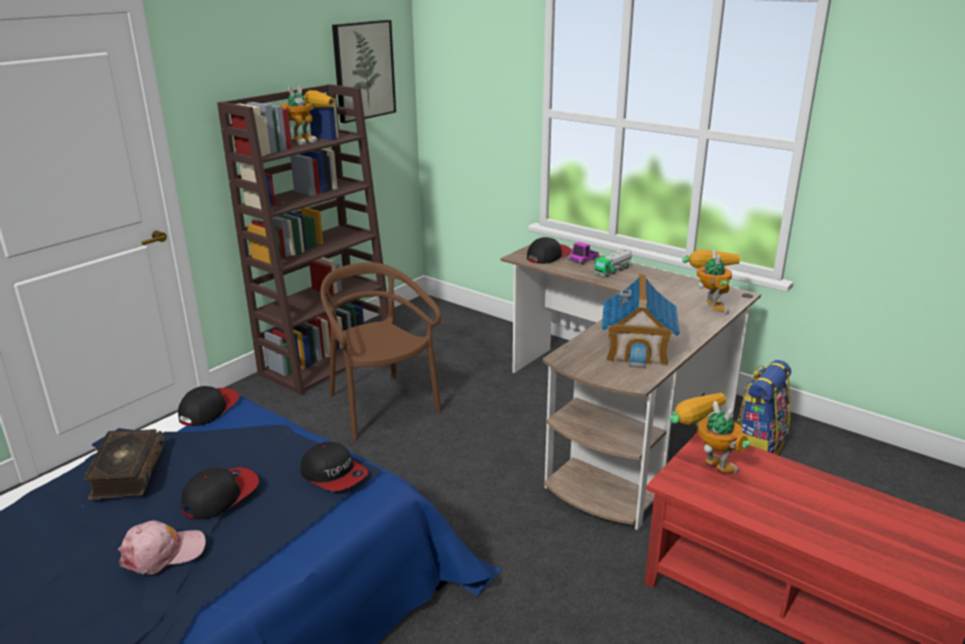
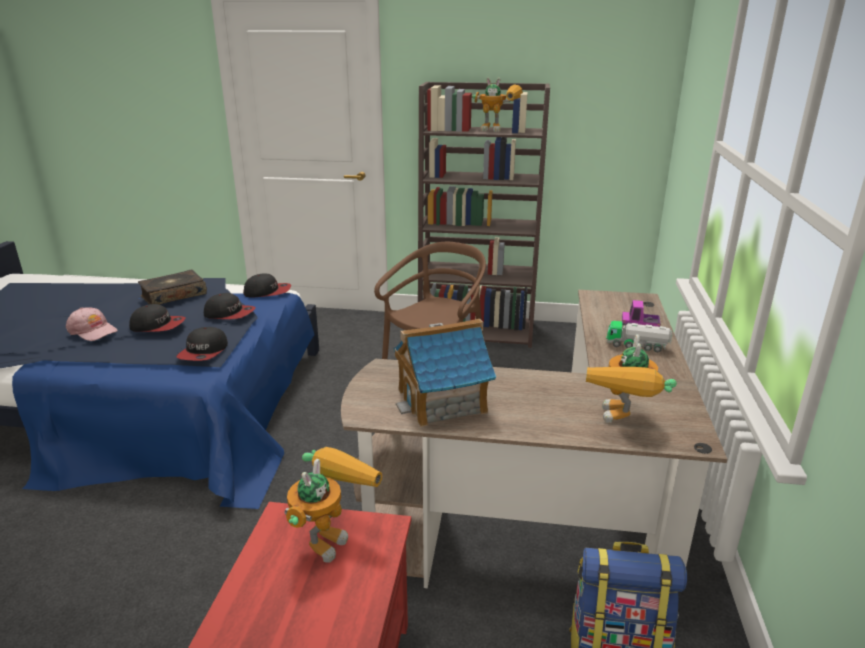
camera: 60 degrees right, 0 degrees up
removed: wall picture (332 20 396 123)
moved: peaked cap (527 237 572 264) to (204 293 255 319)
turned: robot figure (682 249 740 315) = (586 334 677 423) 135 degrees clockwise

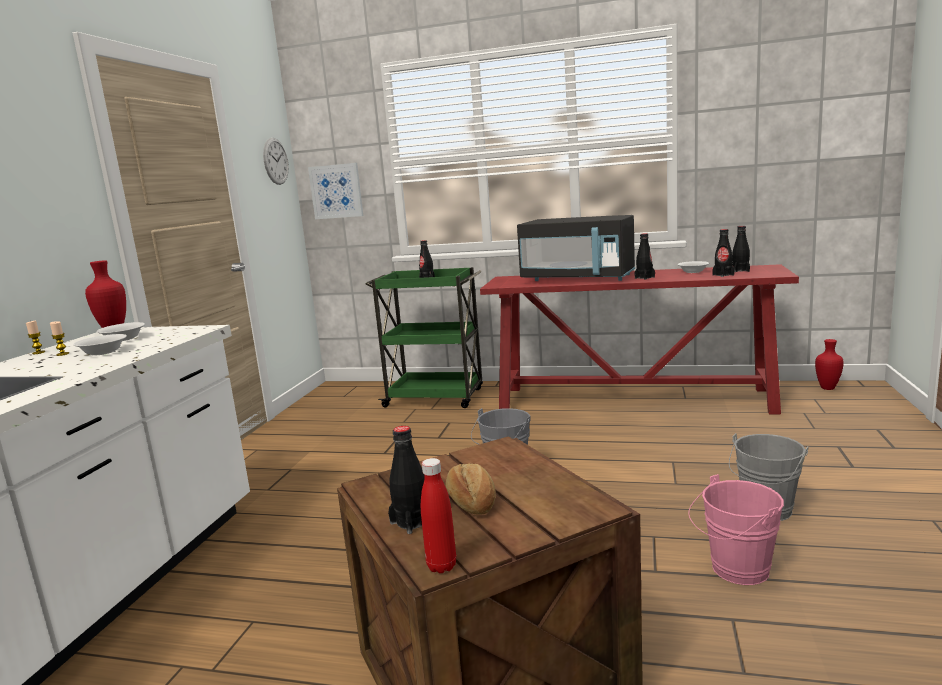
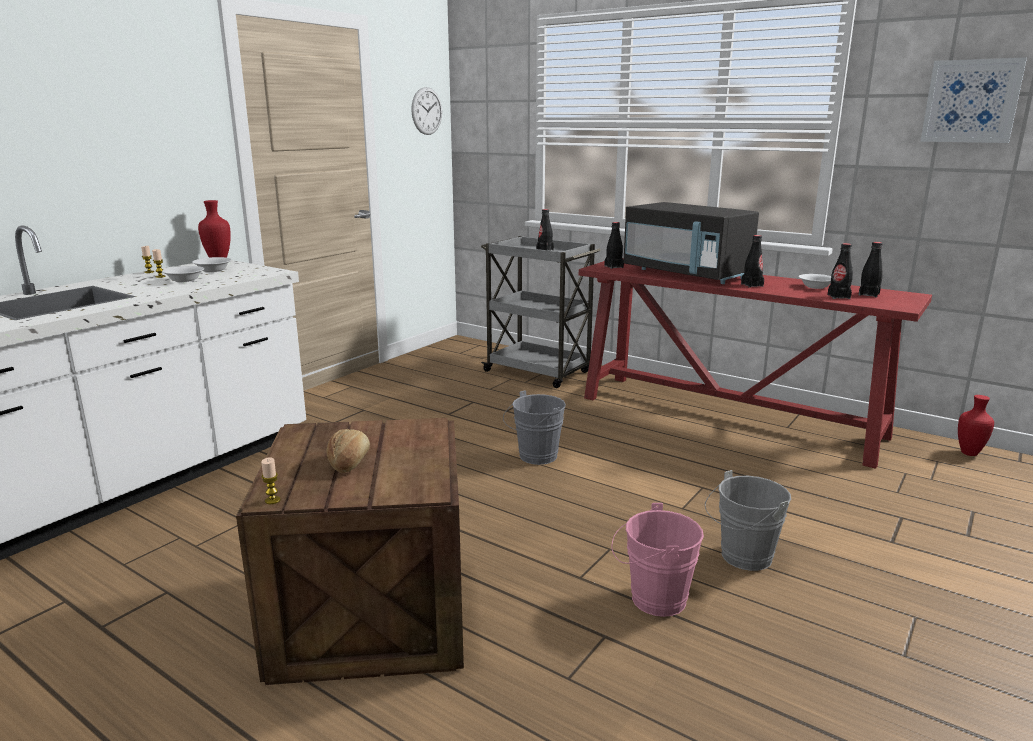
camera: 20 degrees right, 5 degrees up
moved: black-coloured drink bottle (388 426 425 534) to (604 222 624 269); wall picture (308 163 363 219) to (920 57 1027 143)
replaced: red drink bottle (421 458 456 573) to wax candle (261 457 281 504)
recoloured: green trolley (365 267 483 408) to greyish trolley (481 236 601 388)

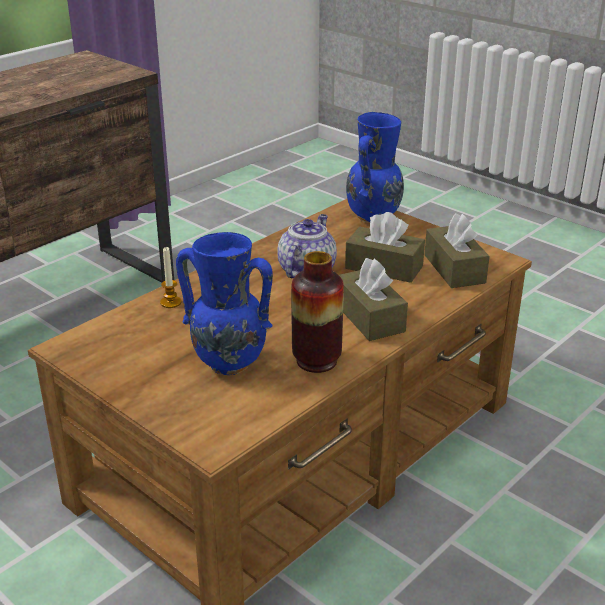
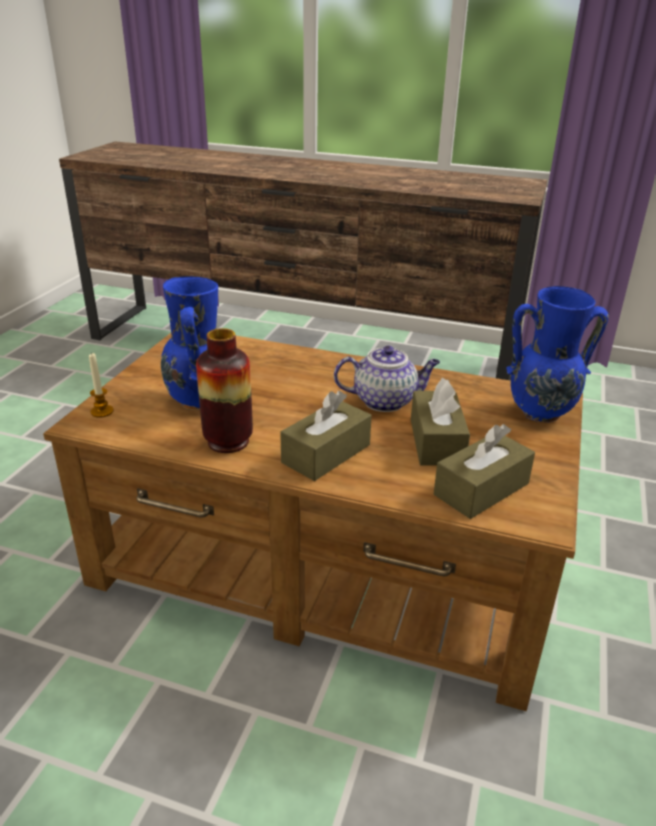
camera: 65 degrees right, 0 degrees up
moved: wax candle (160 247 182 308) to (89 353 114 418)

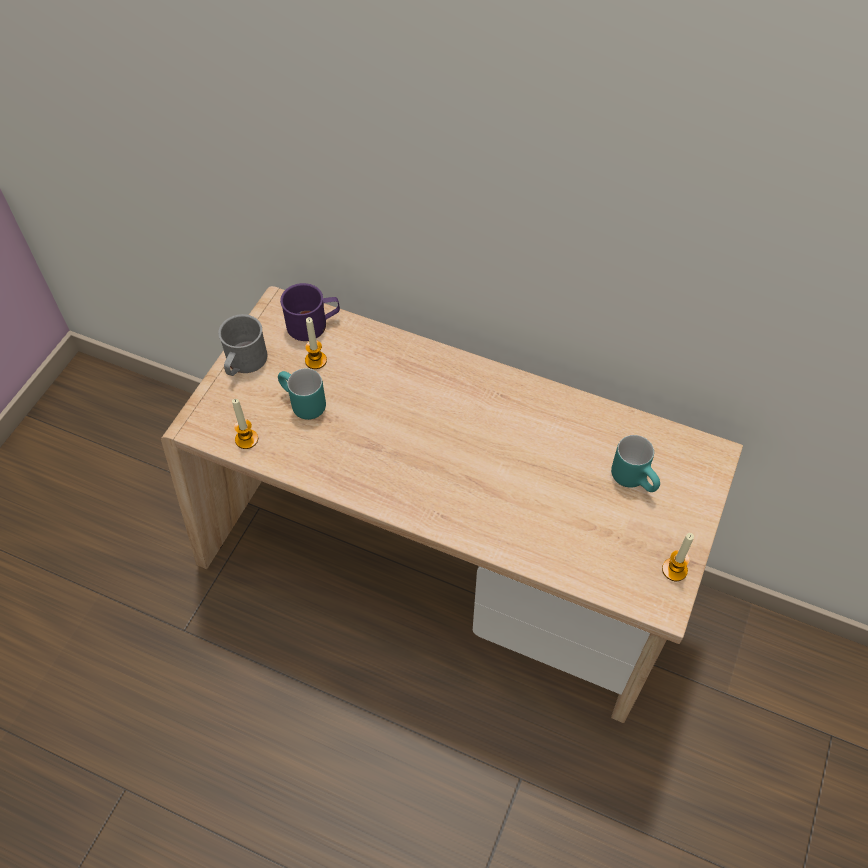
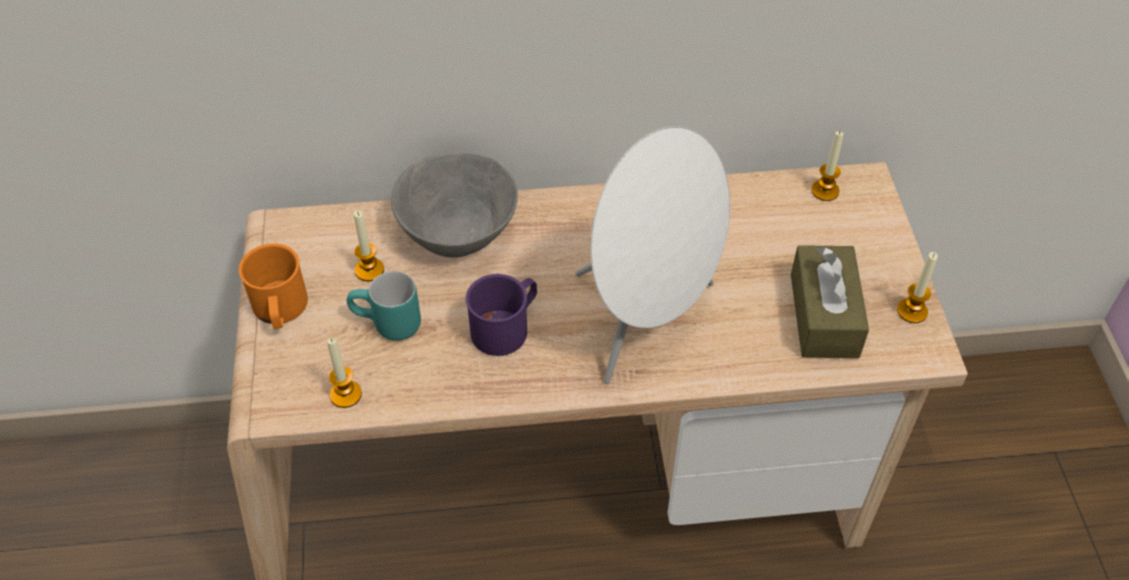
camera: 30 degrees left, 5 degrees down
removed: turquoise-coloured coffee mug (611 435 660 492)
added: greyish serving bowl (391 152 518 258); white-coloured loudspeaker (575 126 730 384); brown-coloured box of tissues (791 245 869 358); wax candle (811 131 844 201)
moved: purple-coloured coffee mug (280 283 340 341) to (466 274 537 356)
recoloured: greyish coffee mug (218 314 267 376) to orangey coffee mug (239 243 308 329)

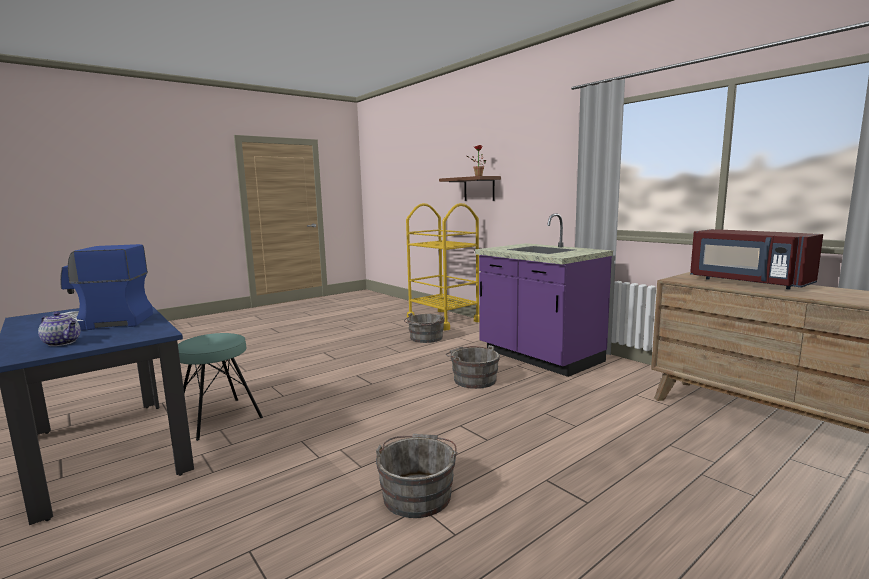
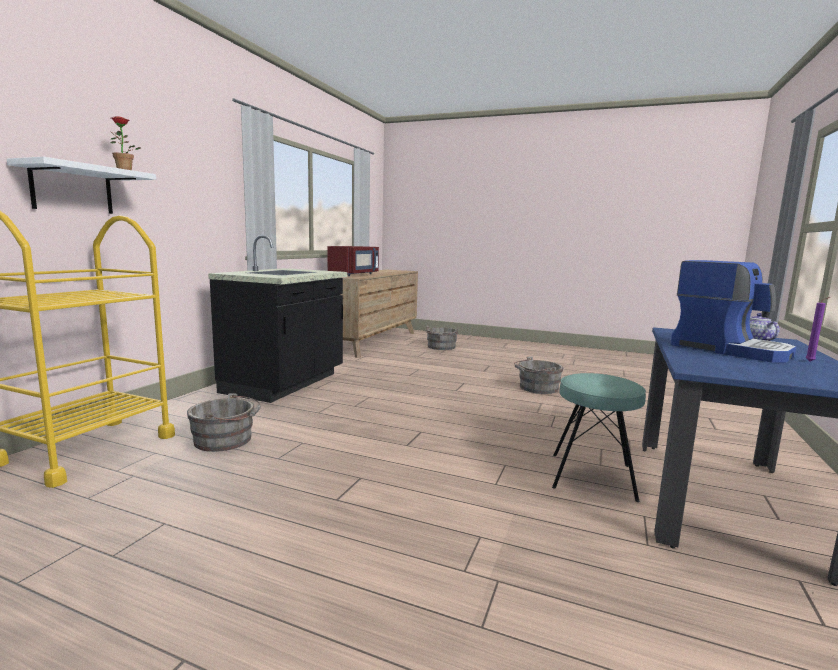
camera: 120 degrees left, 0 degrees up
added: purple-coloured wax candle (805 297 830 361)
moved: greyish bucket (446 345 500 389) to (425 326 458 350)
recoloured: brown-coloured wall shelf (439 176 501 201) to white-coloured wall shelf (7 157 156 214); purple-coloured kitchen counter (475 213 613 377) to black-coloured kitchen counter (208 235 347 403)

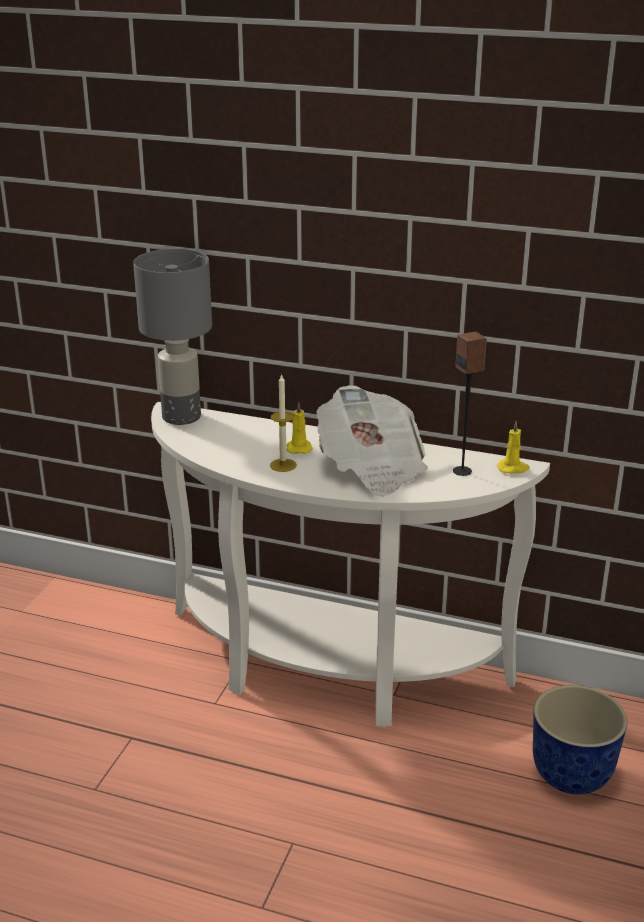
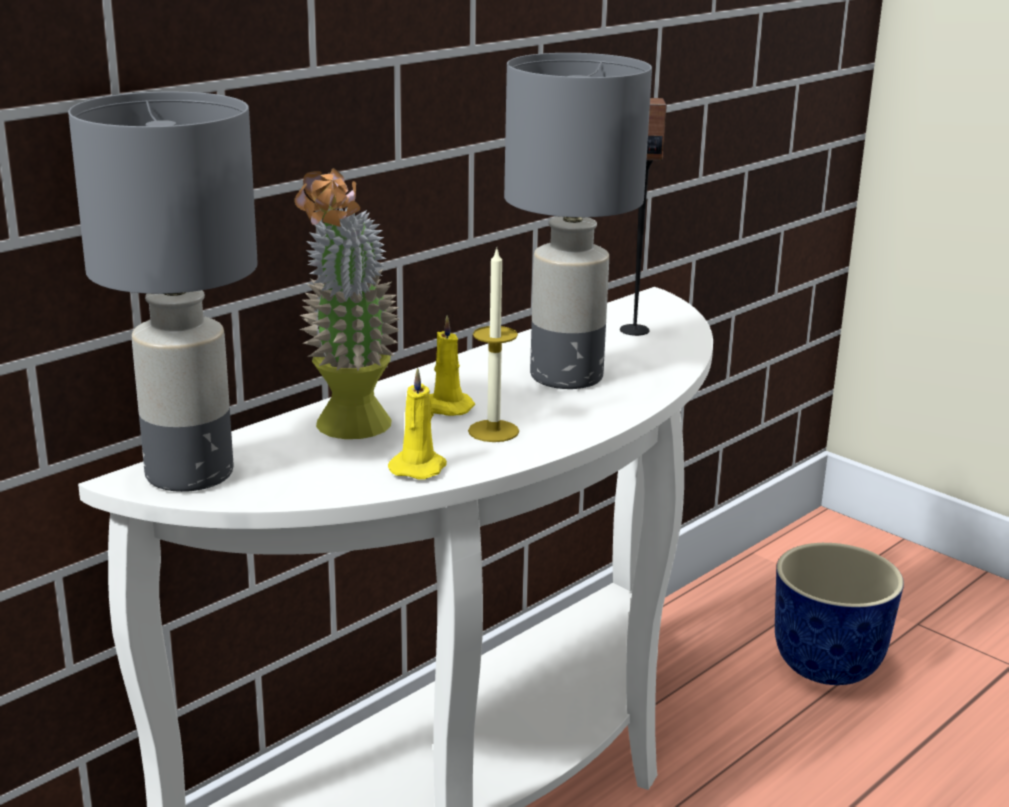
camera: 65 degrees left, 5 degrees down
added: houseplant (295 168 400 439)
moved: yellow-coloured wax candle (497 420 529 474) to (388 368 447 479)
replaced: newspaper (316 385 428 497) to greyish tabletop lamp (504 53 652 389)

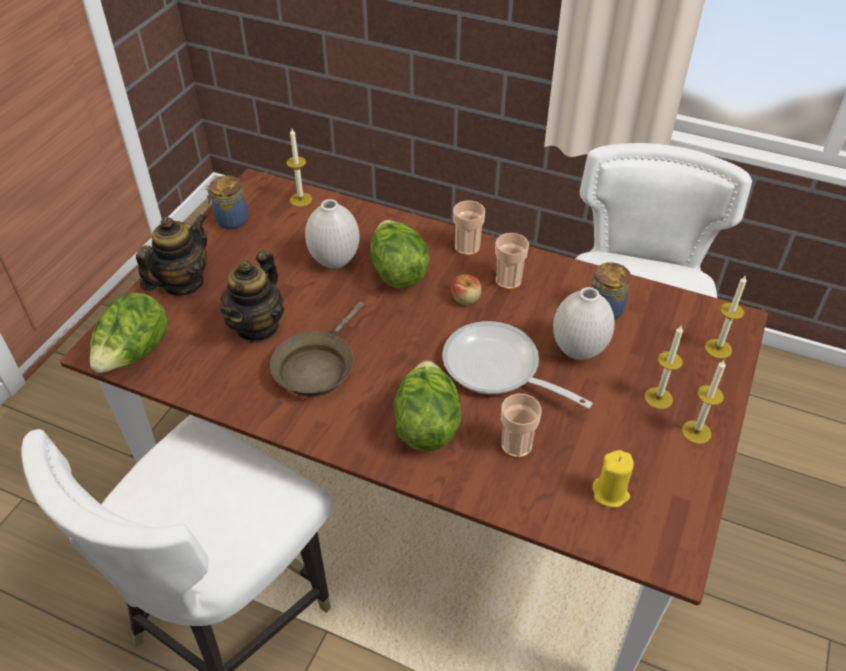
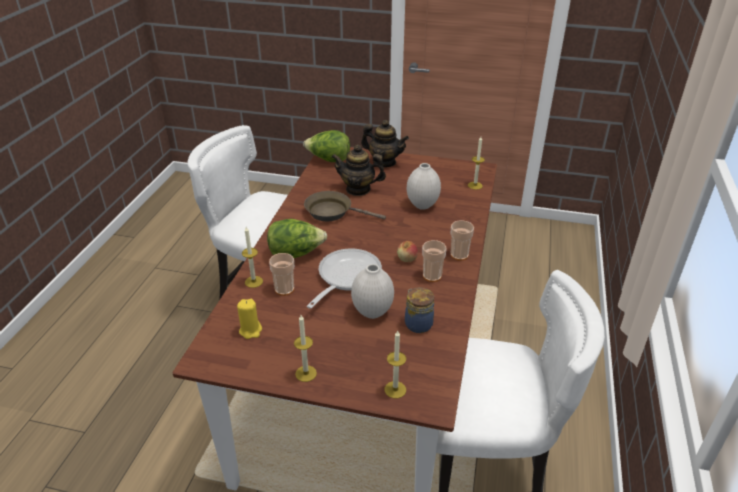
camera: 80 degrees right, 10 degrees down
removed: storage jar (205 175 248 230); head of lettuce (370 220 430 288)
moved: wax candle (644 325 683 409) to (242 227 263 288)

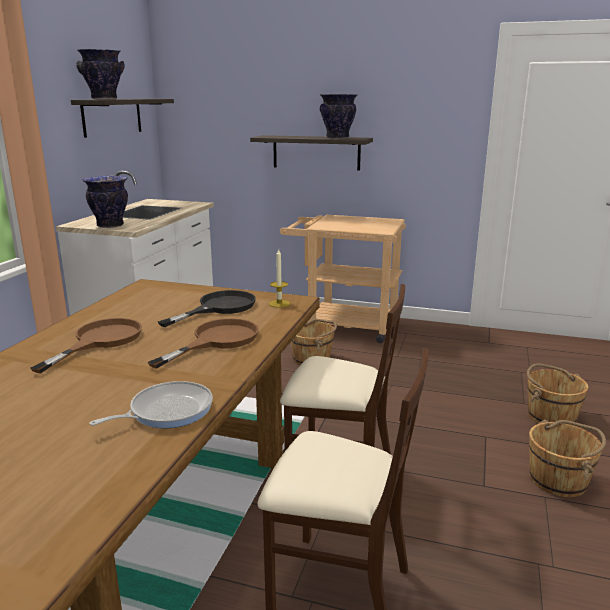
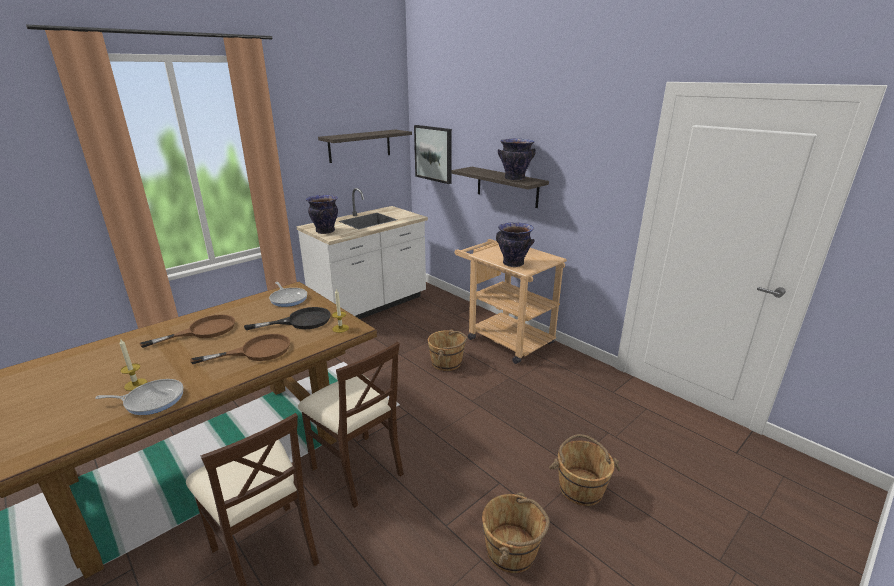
camera: 30 degrees right, 5 degrees up
added: wax candle (119 338 147 391); skillet (269 282 307 307); wall picture (414 125 452 184)
moved: decorative vase (76 49 125 99) to (496 222 535 267)

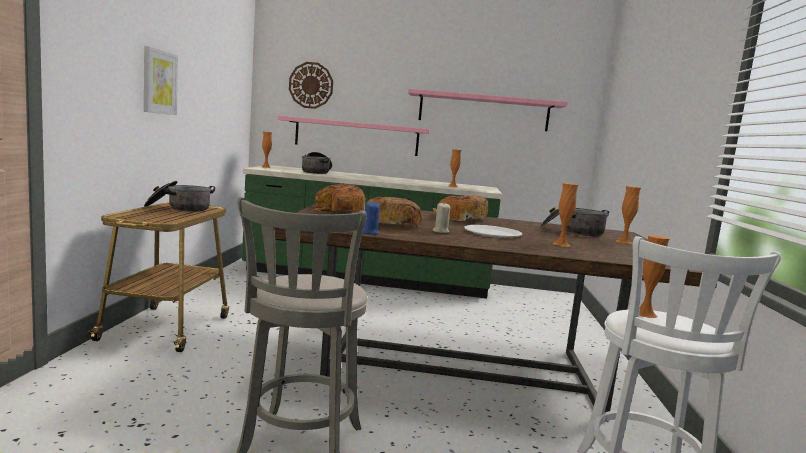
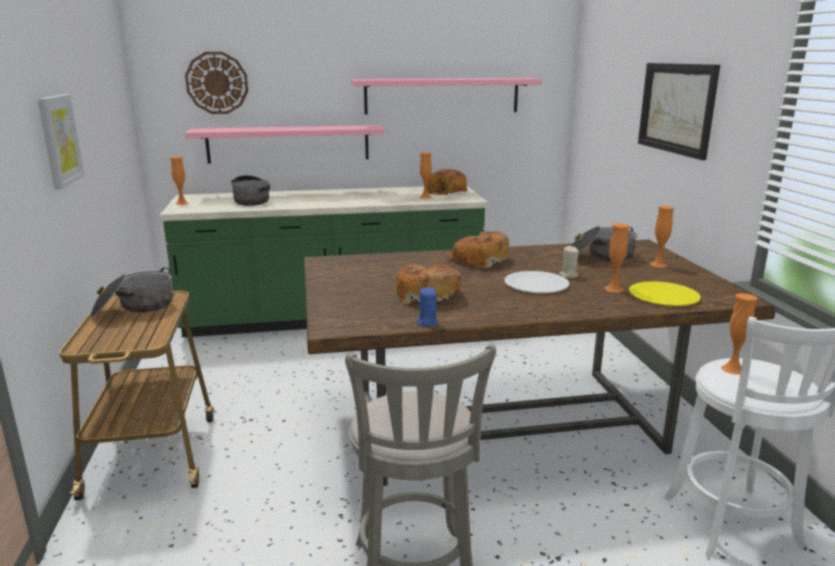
camera: 15 degrees left, 10 degrees up
added: yellow-coloured plate (629 281 701 306); wall picture (638 63 720 160)
moved: baked bread (313 184 365 213) to (427 169 467 195); beige wax candle (433 203 450 233) to (559 246 579 278)

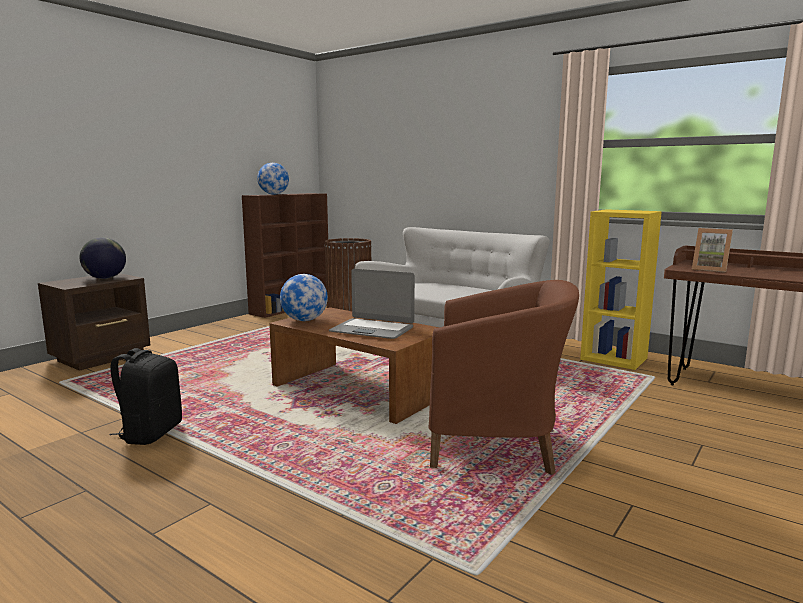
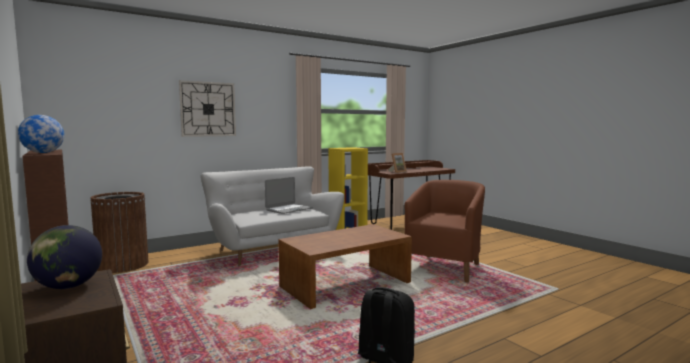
camera: 70 degrees left, 5 degrees down
removed: world globe (280 274 328 321)
added: wall clock (179 80 236 137)
moved: portable computer (329 269 415 339) to (265 177 313 214)

